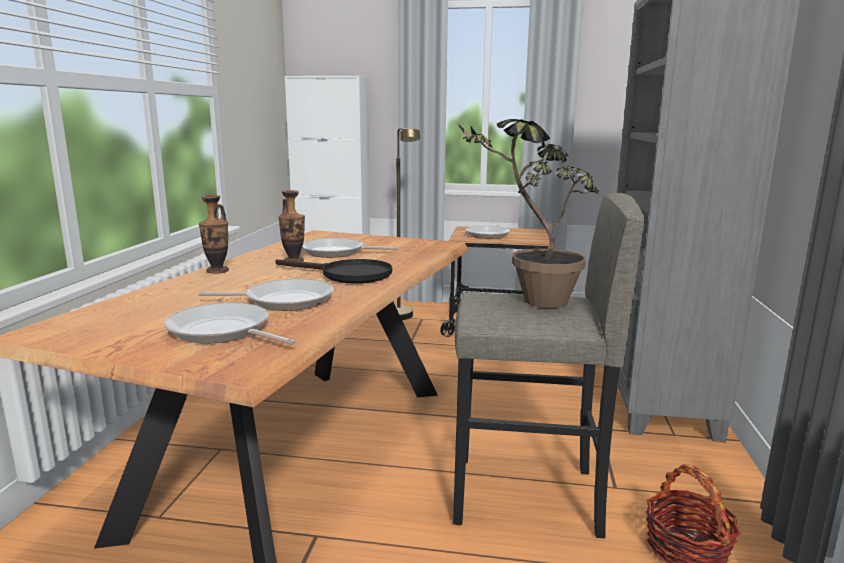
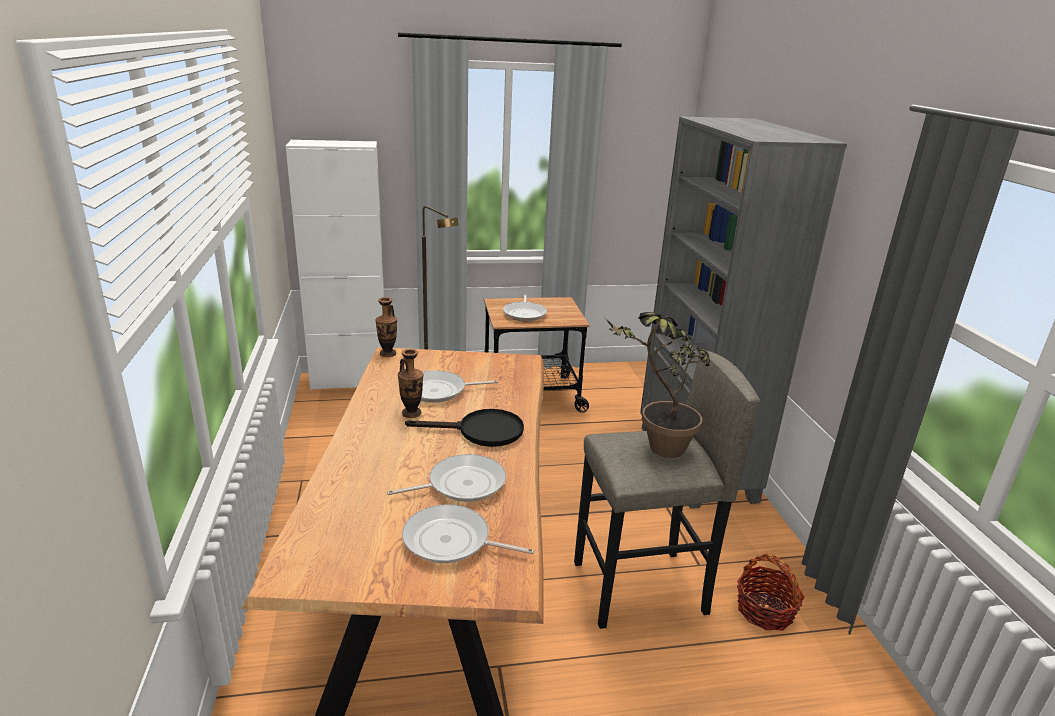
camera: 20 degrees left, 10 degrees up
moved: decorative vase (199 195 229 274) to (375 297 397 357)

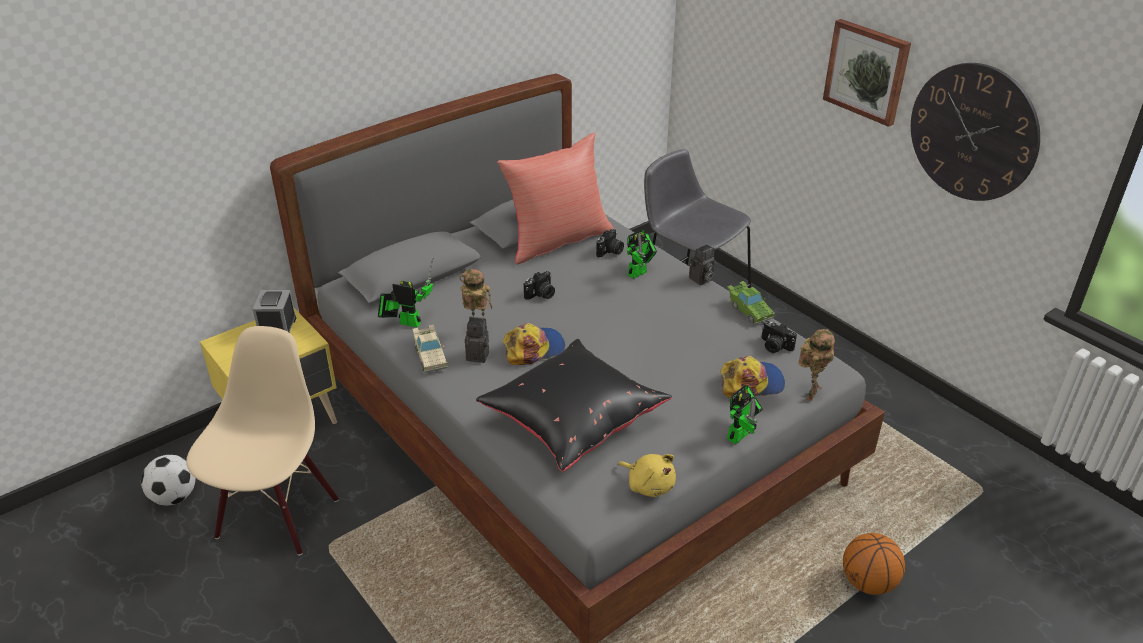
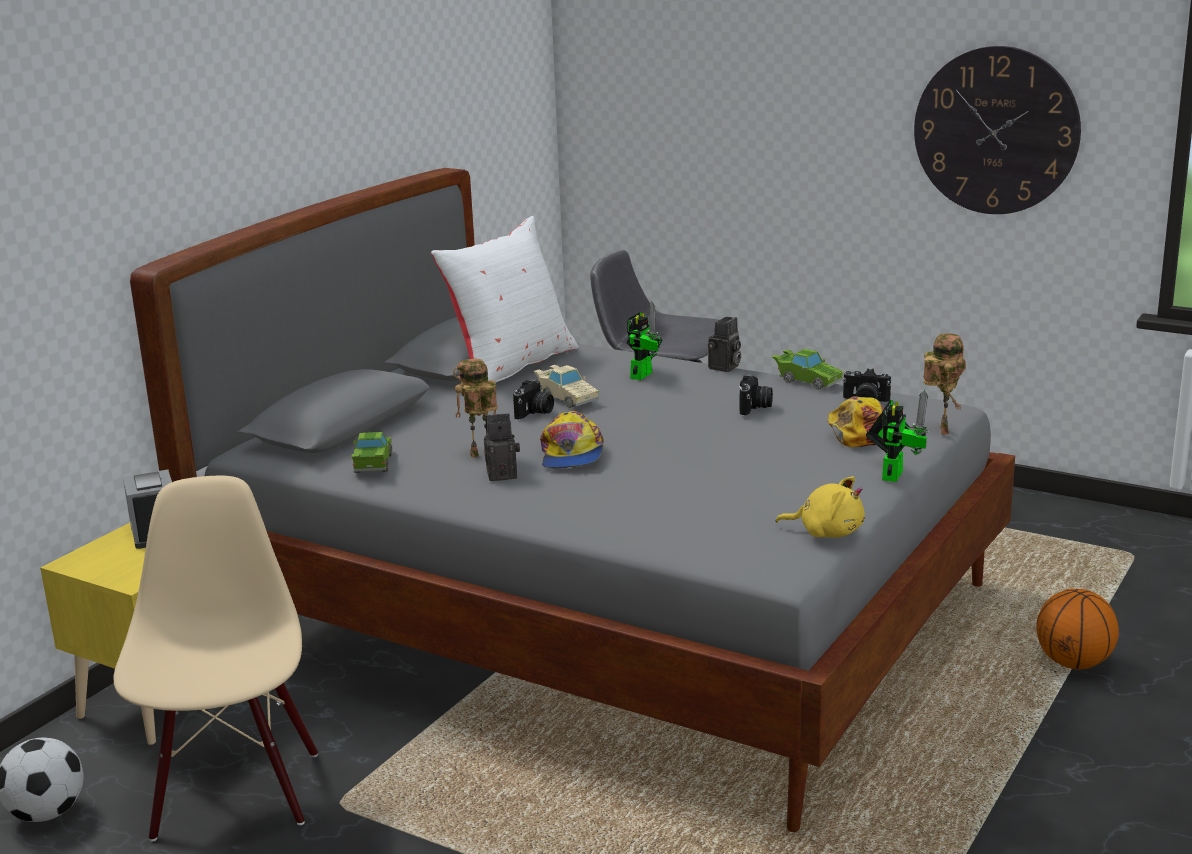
camera: 20 degrees left, 15 degrees down
removed: black-coloured throw pillow (476 339 672 472); wall picture (823 19 911 127)
moved: beige miniature car (413 325 448 373) to (534 365 599 408); photo camera (596 229 624 257) to (738 375 773 415)
replaced: robot figure (378 257 433 327) to green miniature car (351 432 392 473)
recoloured: red throw pillow (497 133 614 265) to white-coloured throw pillow (431 216 579 382)
turned: peaked cap (503 323 565 365) = (540 411 604 469) 135 degrees clockwise

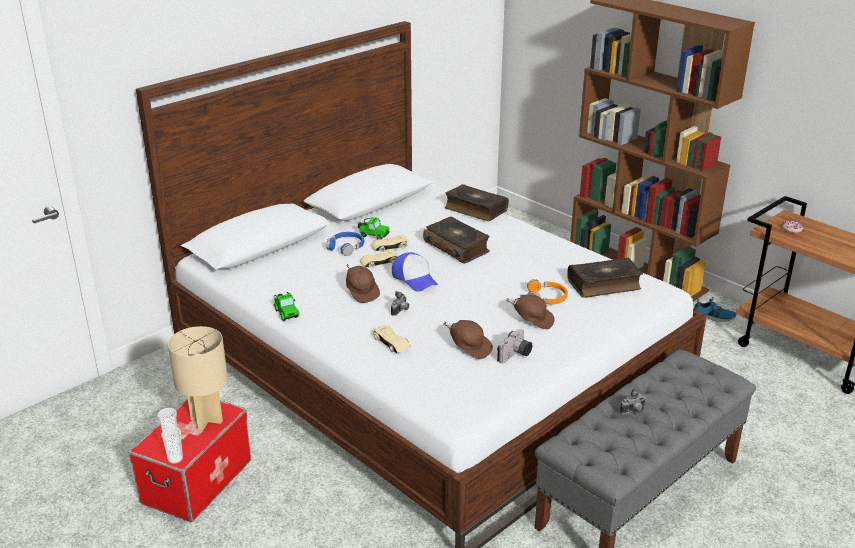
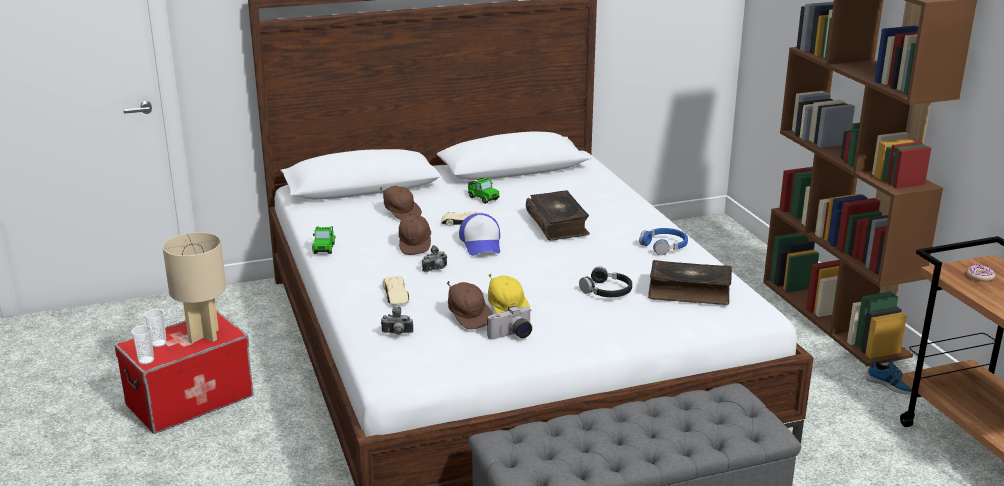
camera: 25 degrees right, 5 degrees down
removed: beige miniature car (371 235 408 252); bound book (445 184 509 221)
added: yellow-coloured peaked cap (488 274 531 314)
moved: brown-coloured peaked cap (506 294 555 329) to (380 186 422 220); photo camera (620 389 646 414) to (381 307 413 335); bluish pair of headphones (327 232 364 256) to (639 228 688 255)
recoloured: orangey pair of headphones (527 279 568 304) to black-coloured pair of headphones (579 266 632 297)

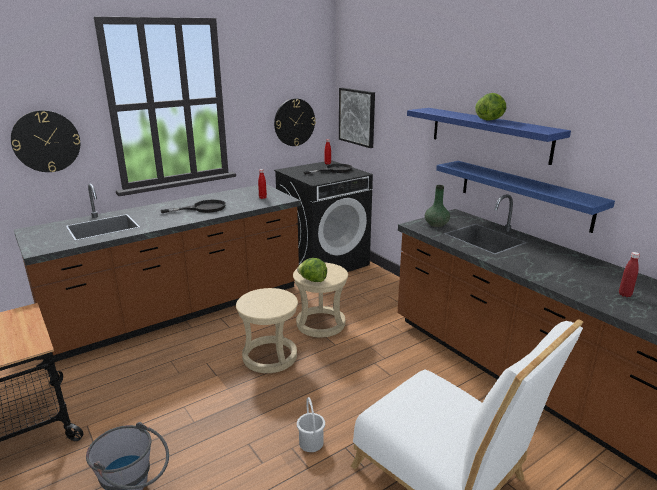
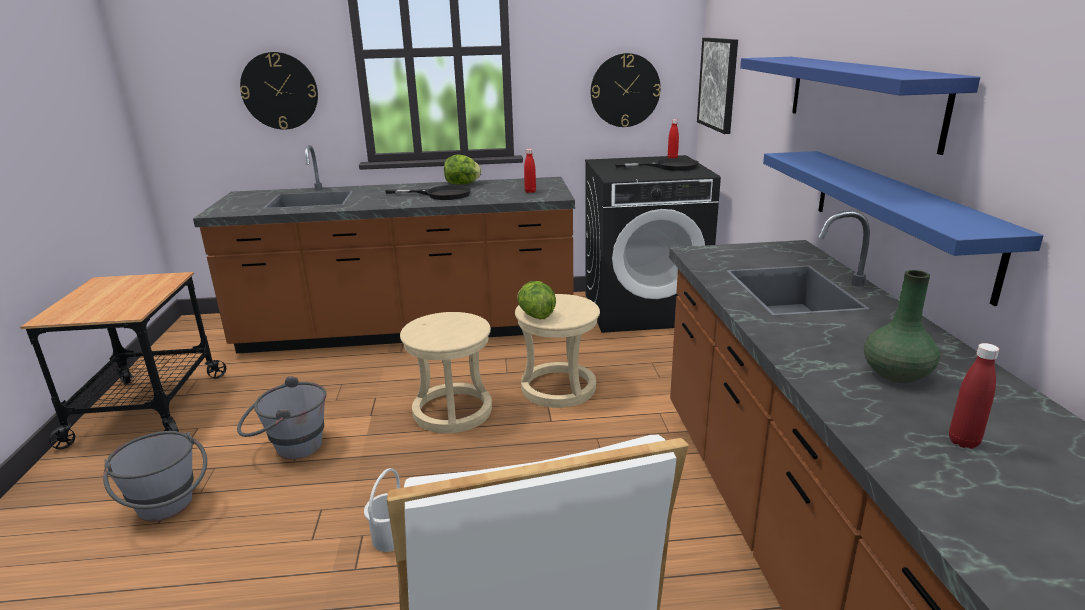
camera: 30 degrees right, 0 degrees up
added: greyish bucket (237 376 327 459)
moved: head of lettuce (475 93 506 121) to (444 154 482 184); green decorative vase (425 185 450 227) to (864 270 940 383)

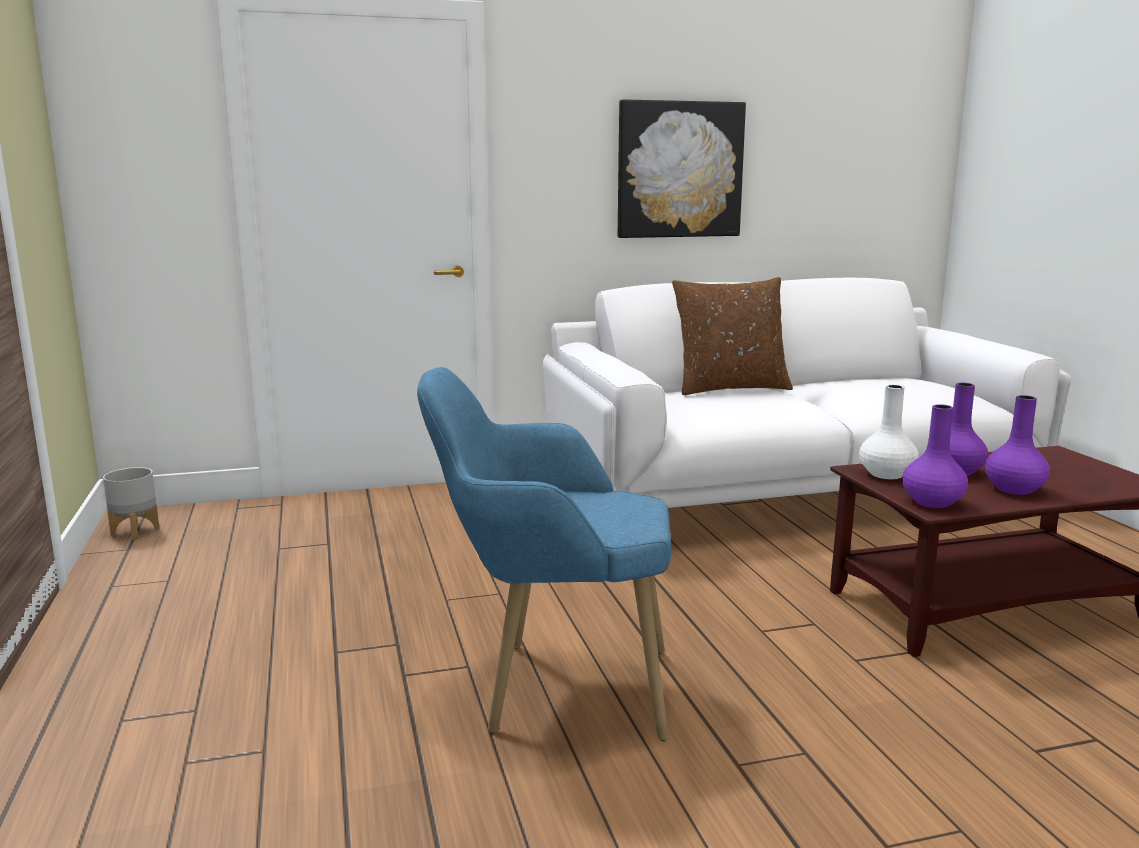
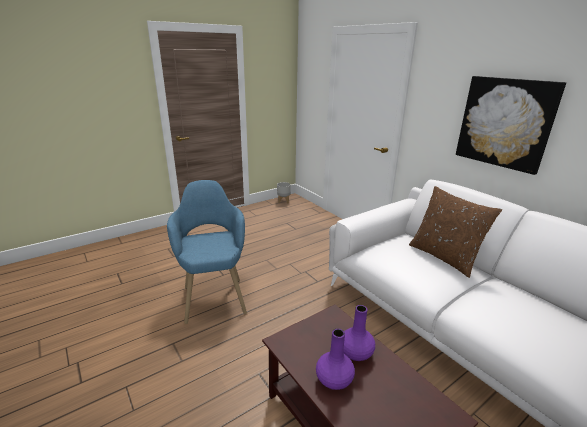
camera: 70 degrees right, 10 degrees up
removed: white-coloured decorative vase (859 385 918 479); purple-coloured decorative vase (902 404 968 508)

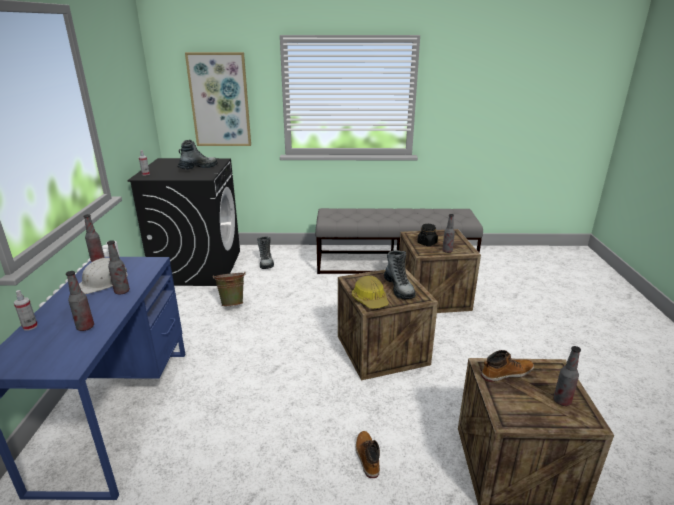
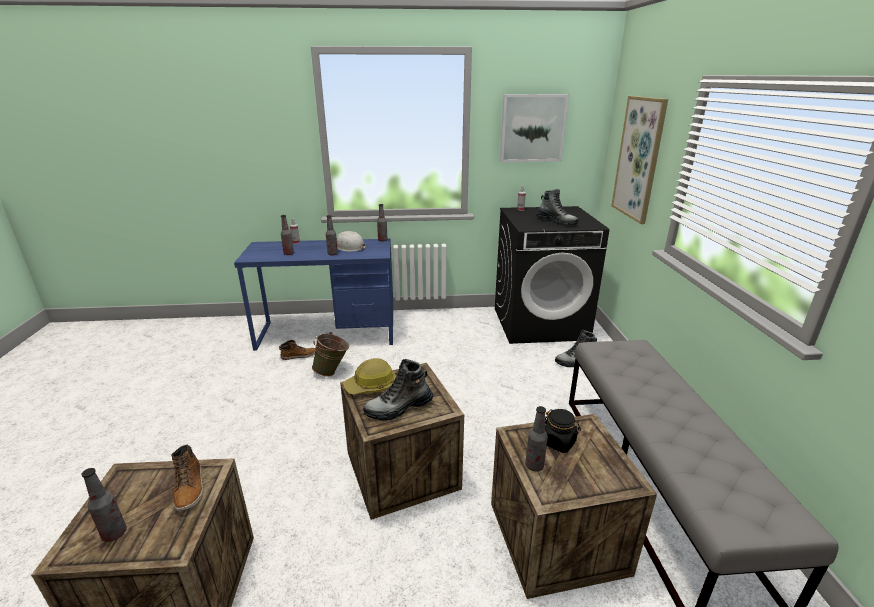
camera: 85 degrees right, 0 degrees up
added: wall picture (500 94 569 162)
moved: boot (356 431 380 478) to (279 340 315 360); green bucket (213 272 246 306) to (312 332 349 376)

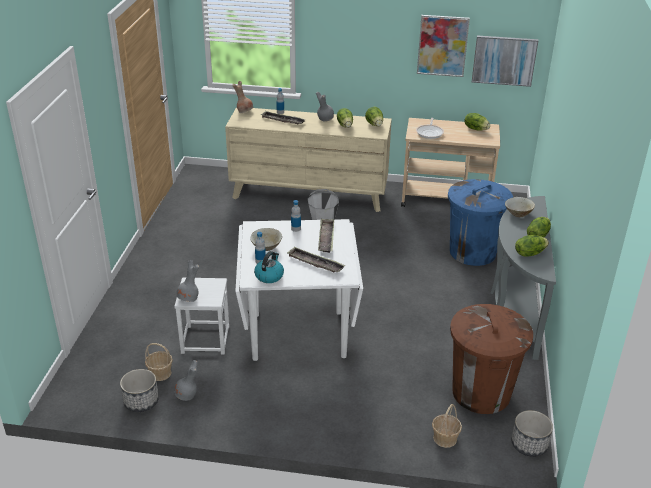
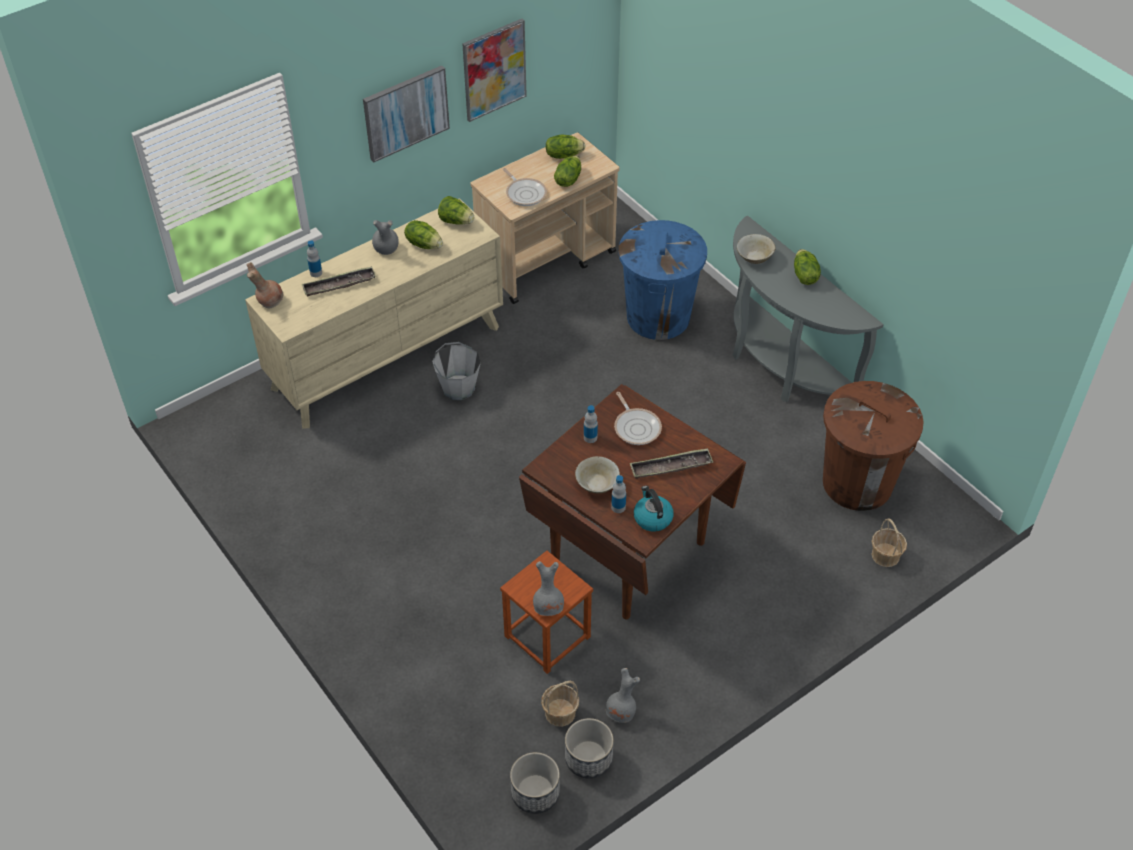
camera: 45 degrees left, 15 degrees up
moved: wall picture (472 35 538 87) to (363 65 450 162); flower pot (512 410 553 457) to (510 752 560 814); head of lettuce (515 235 549 257) to (554 156 581 187)
replaced: tray (318 218 334 253) to skillet (614 392 662 445)
recoloured: white-coloured sitting stool (174 278 230 355) to brown-coloured sitting stool (500 551 593 674); white-coloured dinner table (235 219 363 361) to brown-coloured dinner table (519 384 746 619)

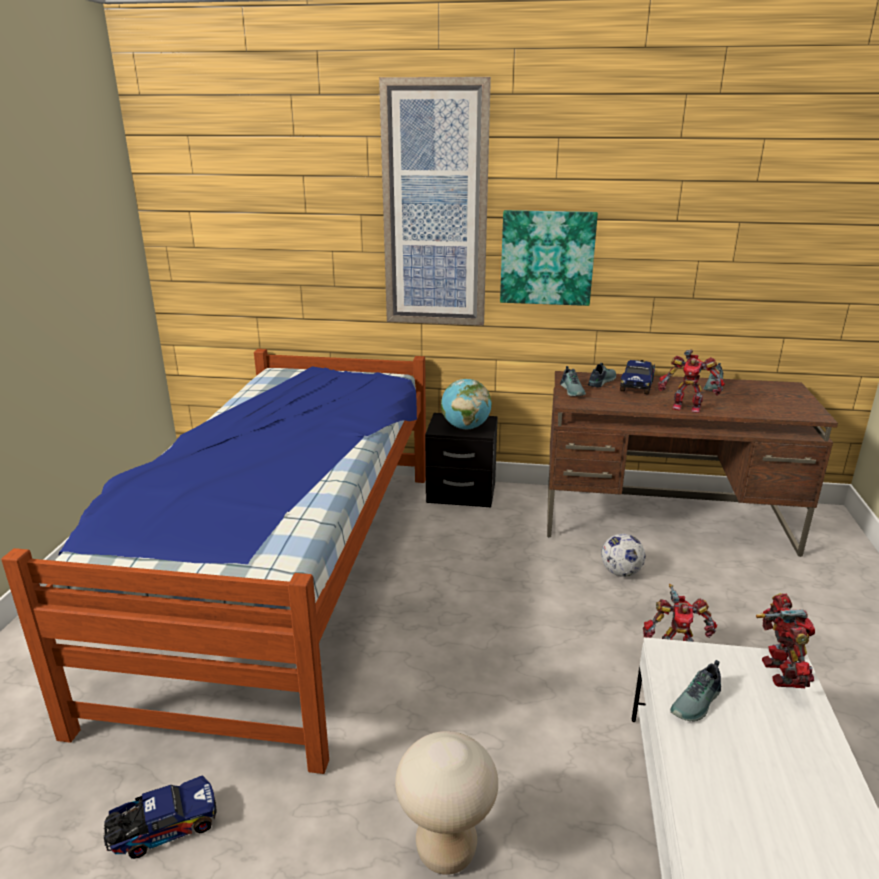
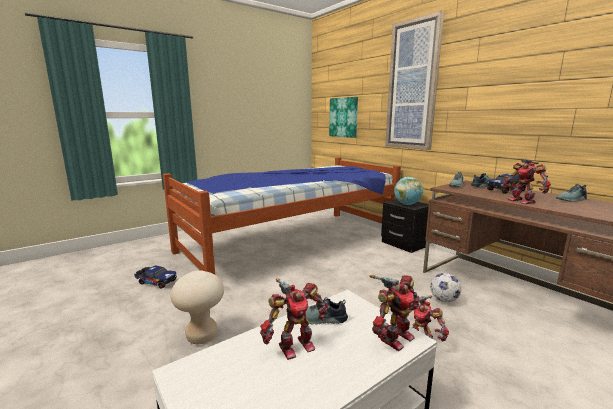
camera: 45 degrees right, 10 degrees down
added: robot figure (260 279 328 360)
moved: wall picture (500 210 598 306) to (329 97 358 138)

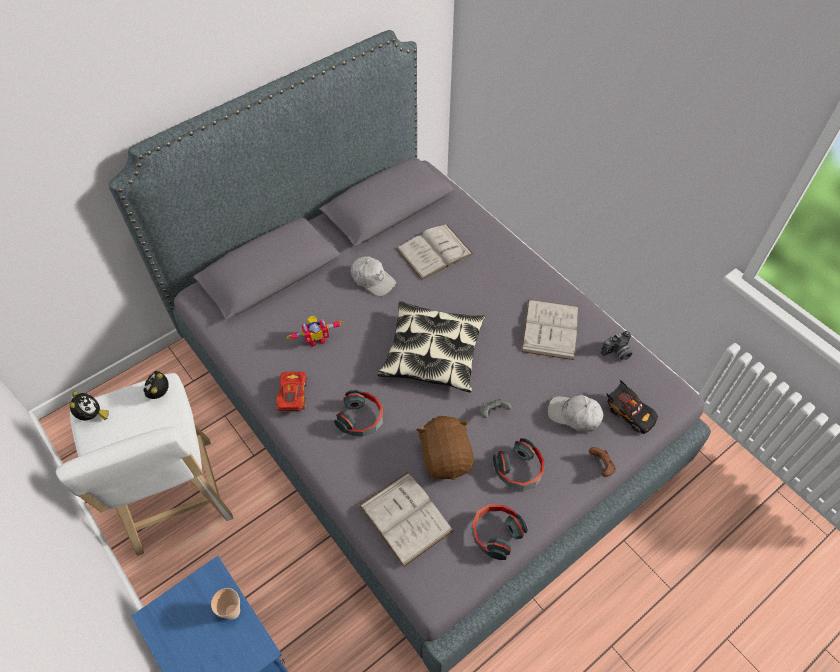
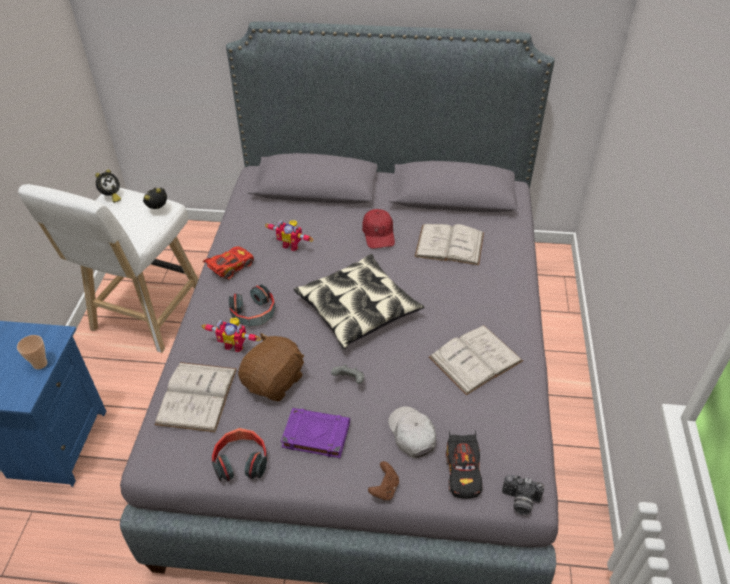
camera: 45 degrees right, 10 degrees down
added: robot figure (202 318 261 352)
moved: photo camera (601 331 632 360) to (502 475 544 515)
replaced: pair of headphones (493 438 544 490) to purple-coloured bound book (281 408 350 458)
recoloured: white-coloured peaked cap (351 256 396 297) to red peaked cap (362 209 395 249)

